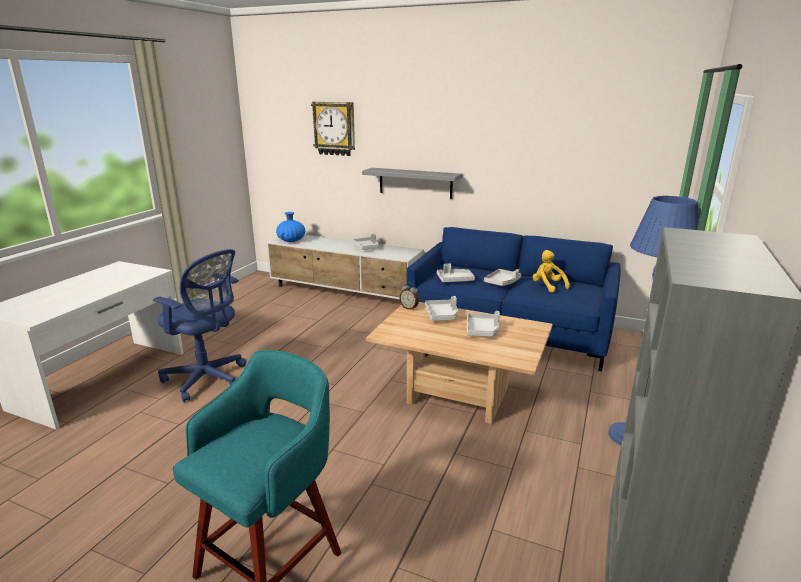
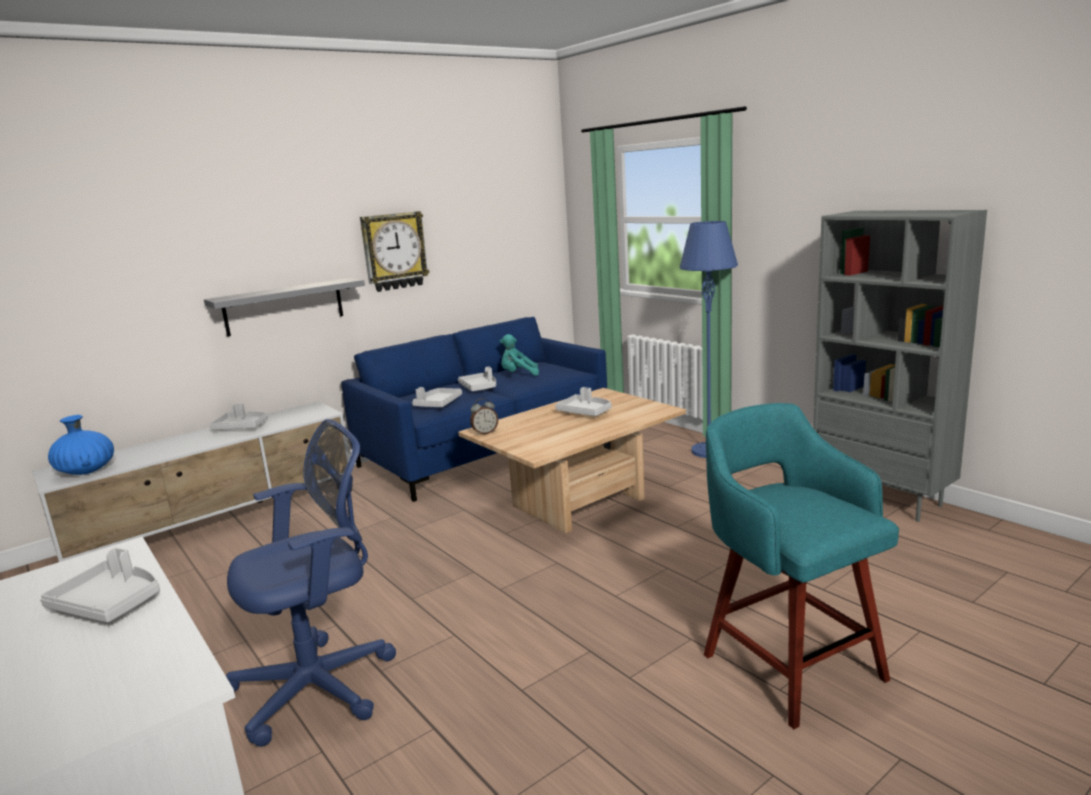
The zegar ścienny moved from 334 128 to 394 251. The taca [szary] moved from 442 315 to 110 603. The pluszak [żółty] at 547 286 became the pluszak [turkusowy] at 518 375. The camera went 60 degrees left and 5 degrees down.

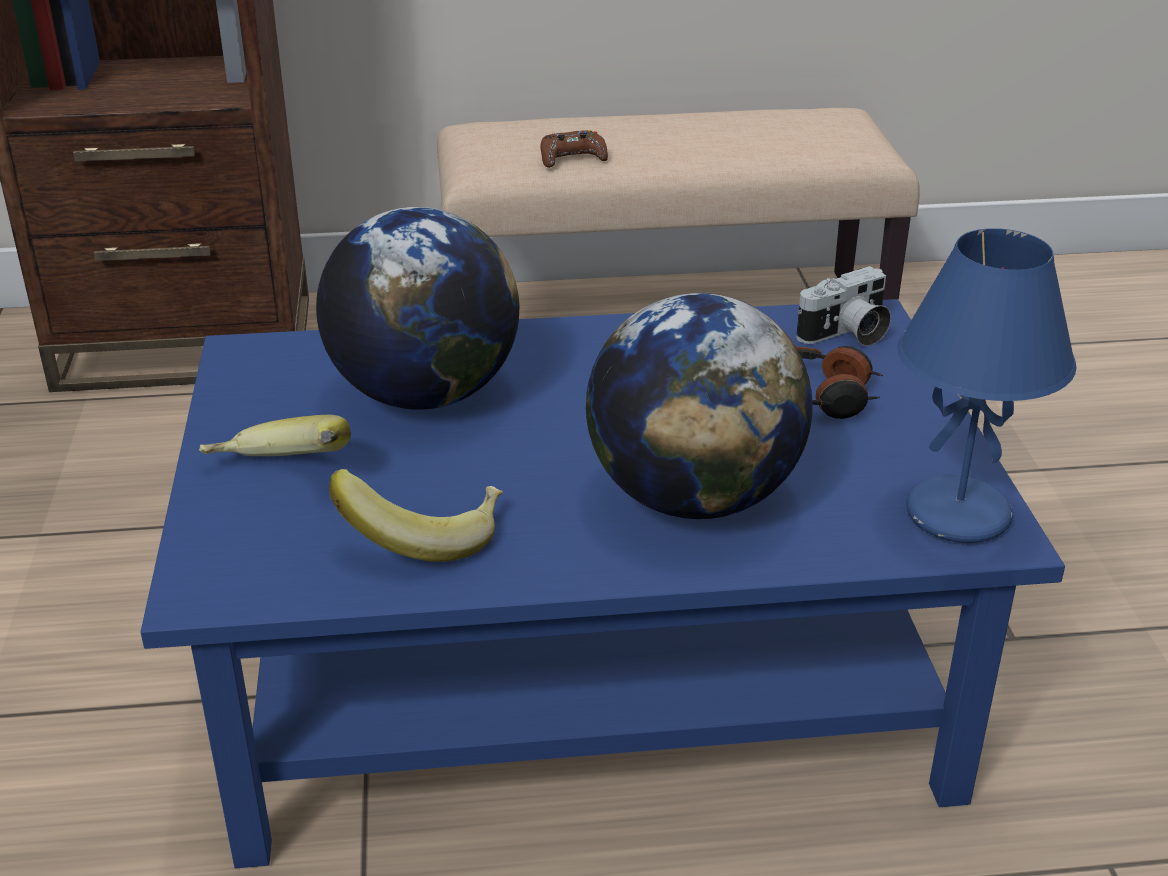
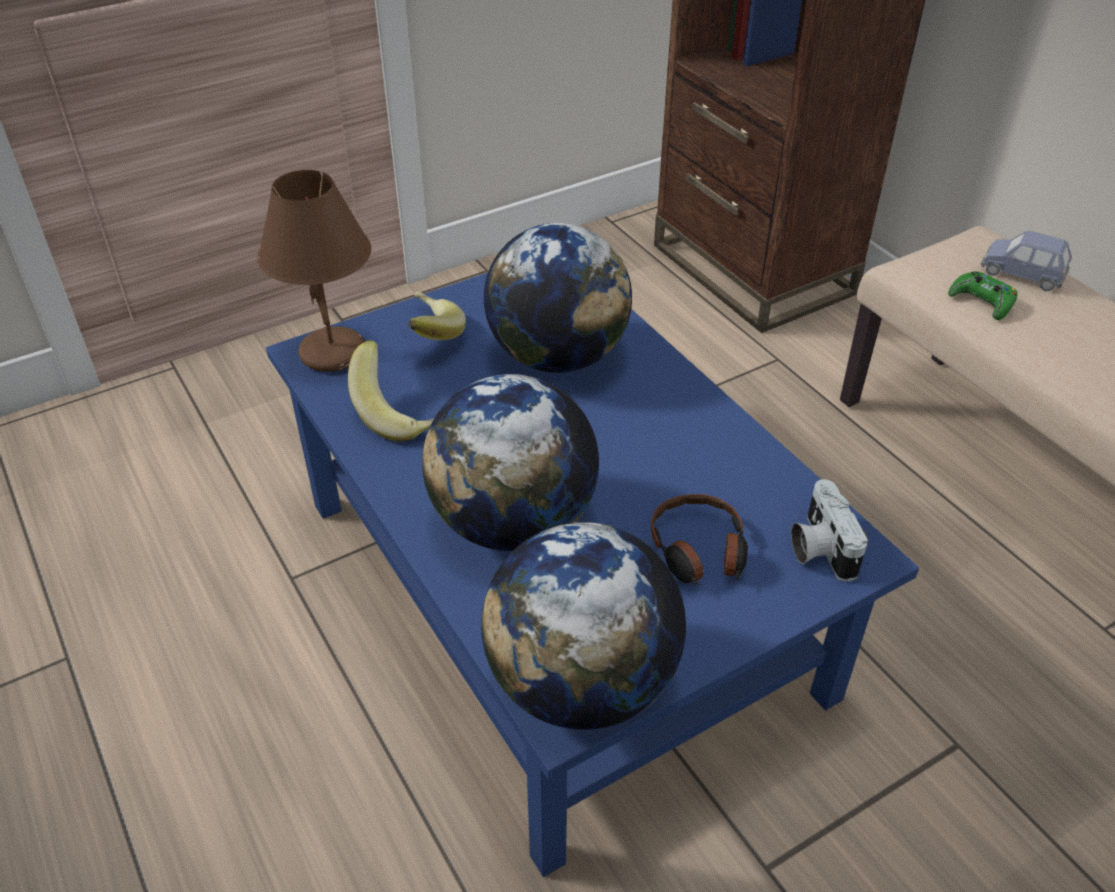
The pad do gier [brązowy] at 572 158 became the pad do gier [zielony] at 982 301. The aparat fotograficzny at 846 335 turned 45 degrees clockwise. The lampa stołowa [niebieski] at 959 514 was replaced by the globus at 582 683. The lampa stołowa [brązowy] at 334 353 appeared. The samochodzik [niebieski] at 1021 274 appeared. The camera went 65 degrees right and 10 degrees up.

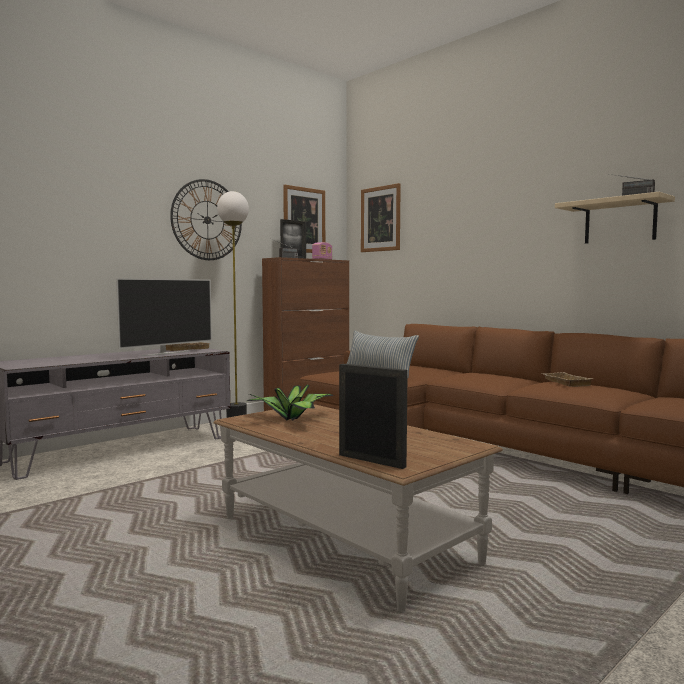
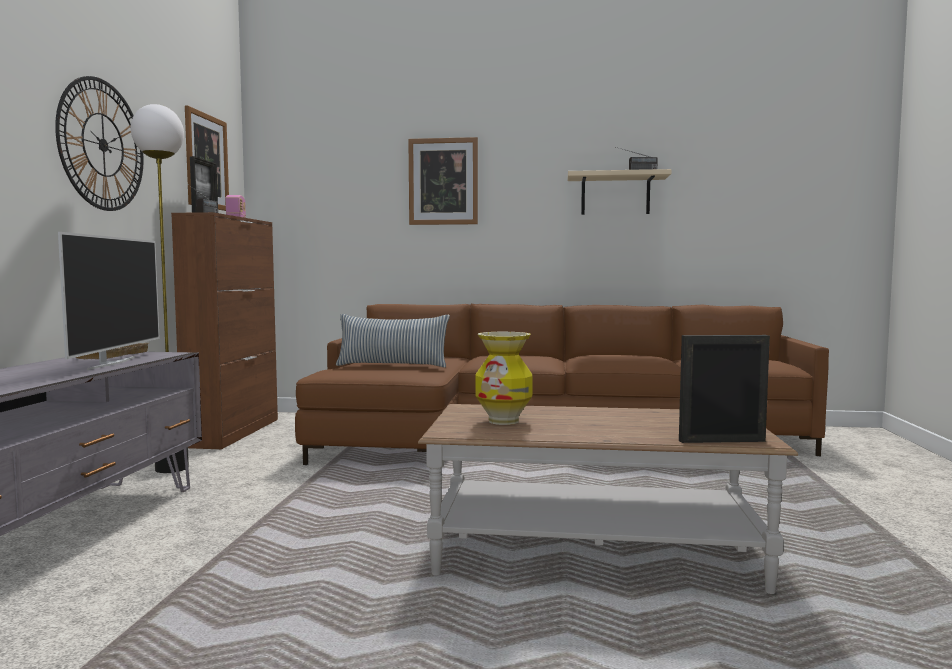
The roślina doniczkowa at 292 419 was replaced by the wazon at 504 421. The obraz moved from 380 219 to 443 181. The taca [beżowy] at 564 382 disappeared. The camera went 40 degrees left and 0 degrees up.

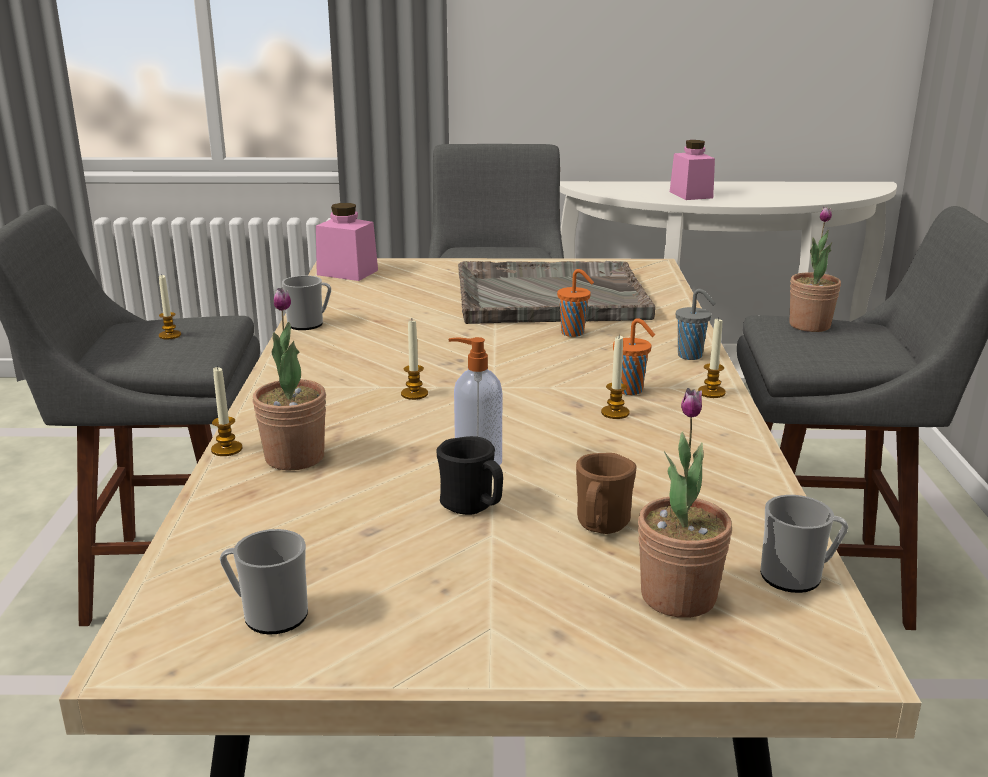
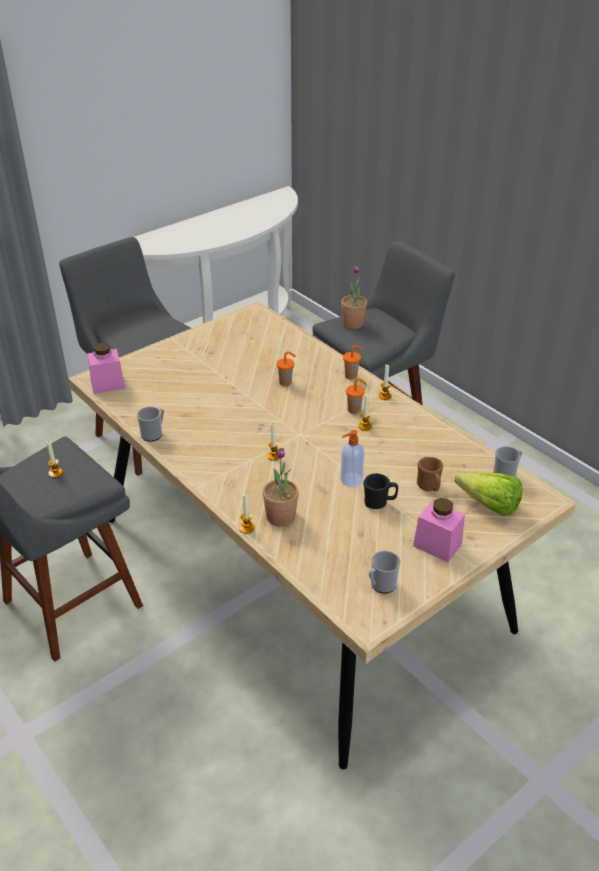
The taca [szary] at 548 296 disappeared. The roślina doniczkowa at 678 596 was replaced by the sałata at 484 503. The słoik [różowy] moved from 691 195 to 437 545. The filiżanka [szary] at 691 356 became the filiżanka [pomarańczowy] at 352 376. The camera went 40 degrees left and 15 degrees up.

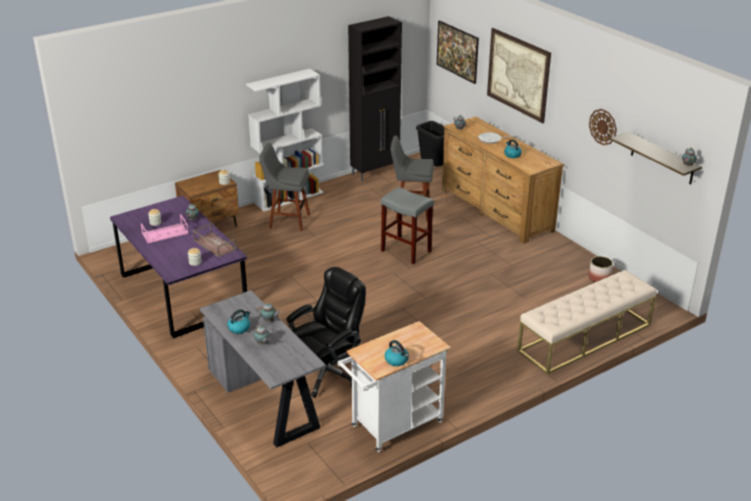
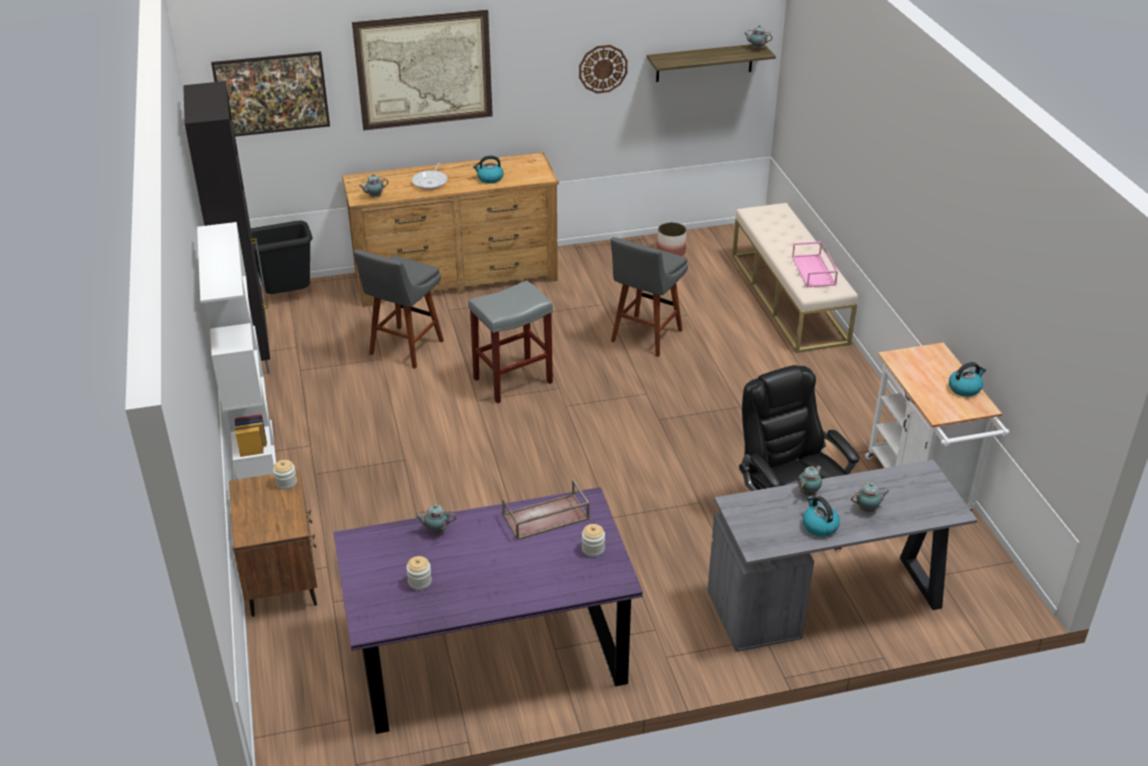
The taca [różowy] moved from 165 233 to 814 271. The stołek [szary] moved from 287 221 to 644 337. The camera went 70 degrees left and 5 degrees up.

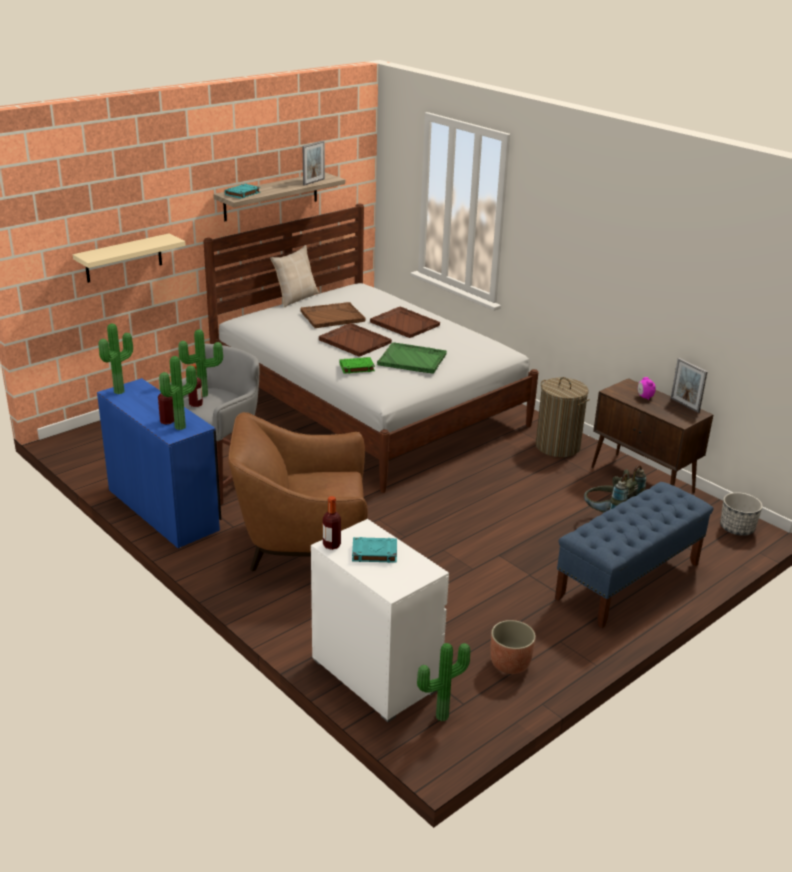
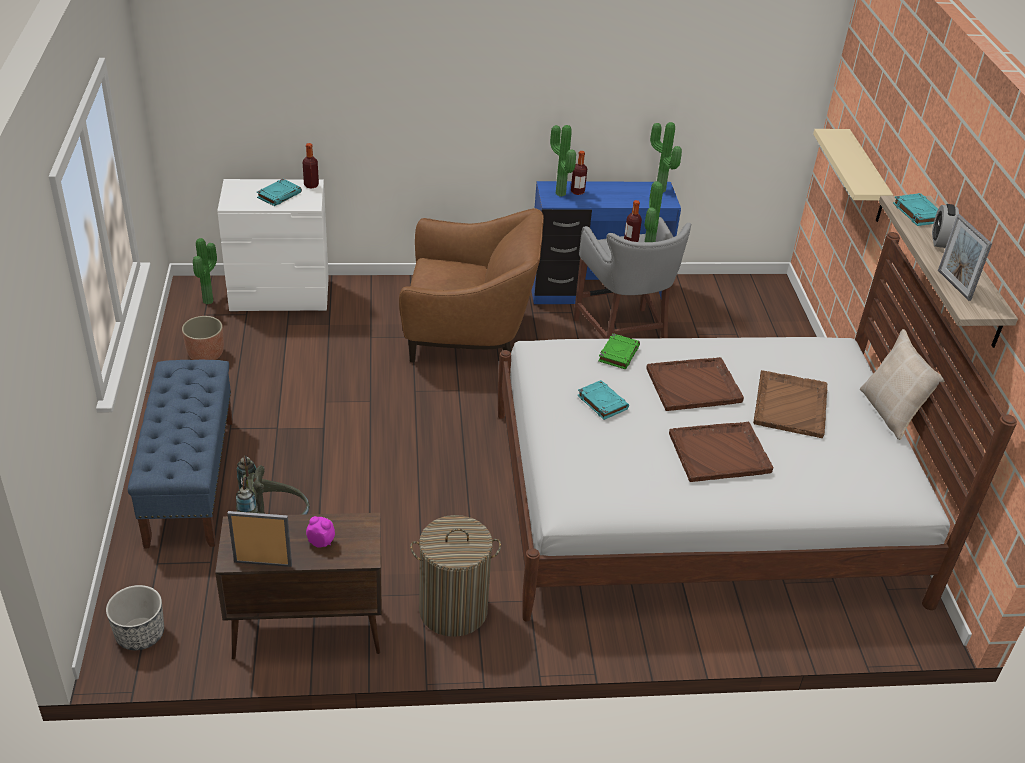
The fotel [brązowy] at 303 543 turned 60 degrees clockwise. The taca [zielony] at 412 360 was replaced by the książka [turkusowy] at 602 402. The budzik at 940 240 appeared. The camera went 125 degrees right and 10 degrees up.

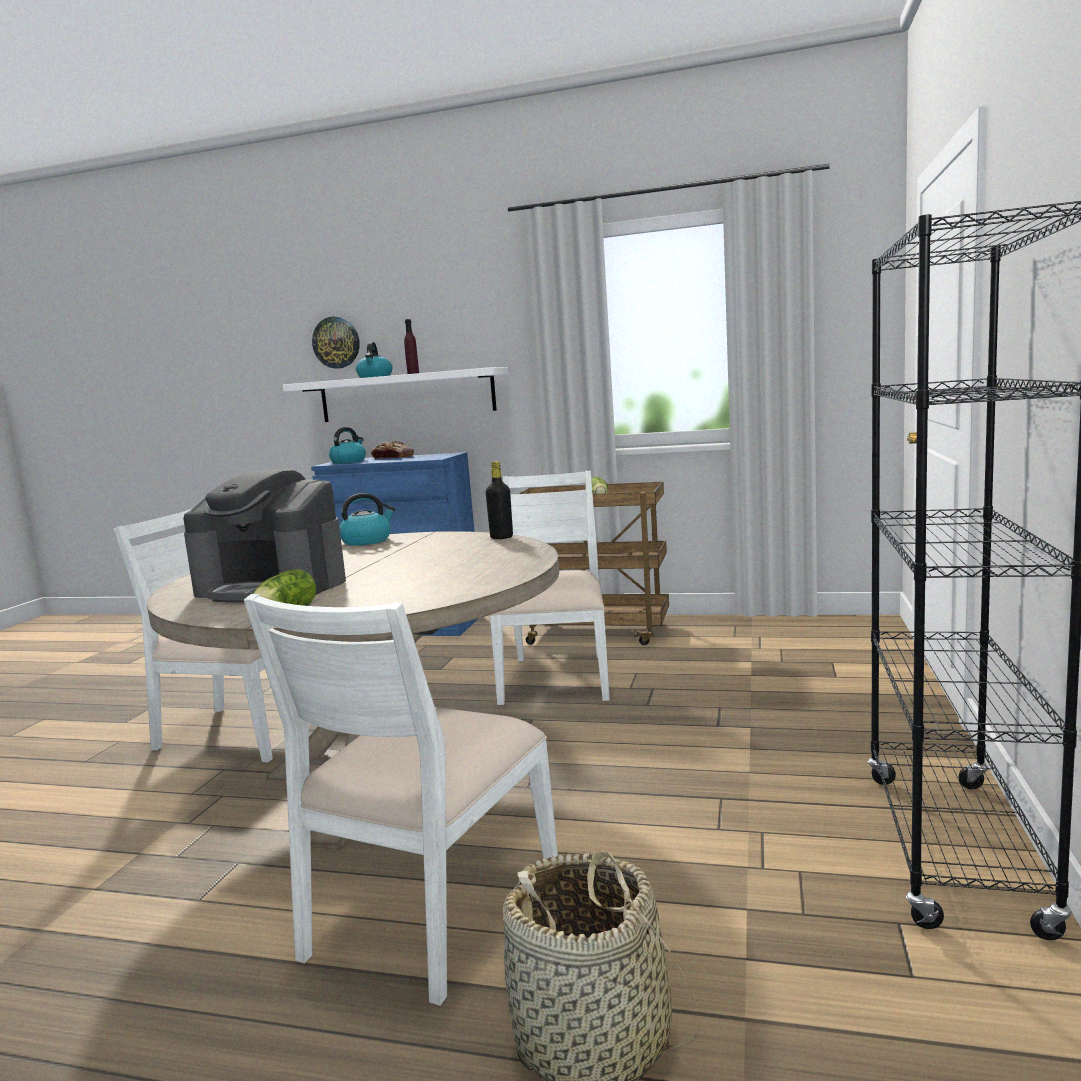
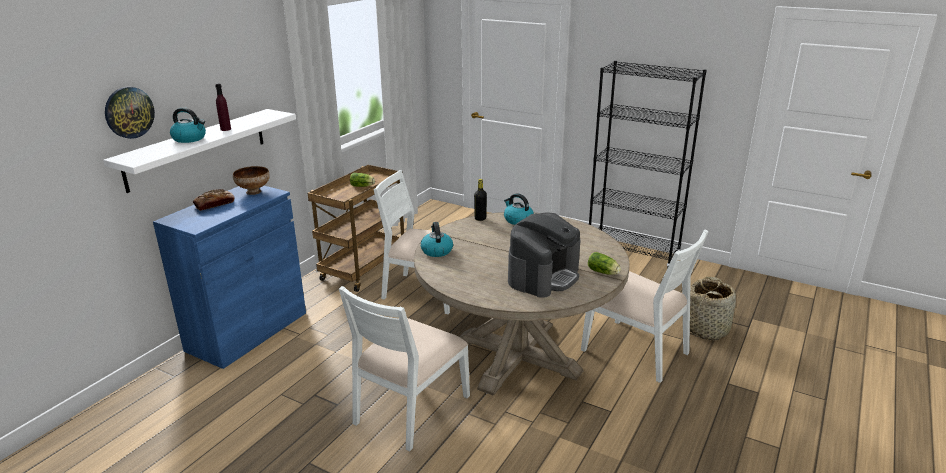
The czajnik moved from 349 462 to 517 220. The miska at 254 191 appeared. The camera went 75 degrees left and 15 degrees up.

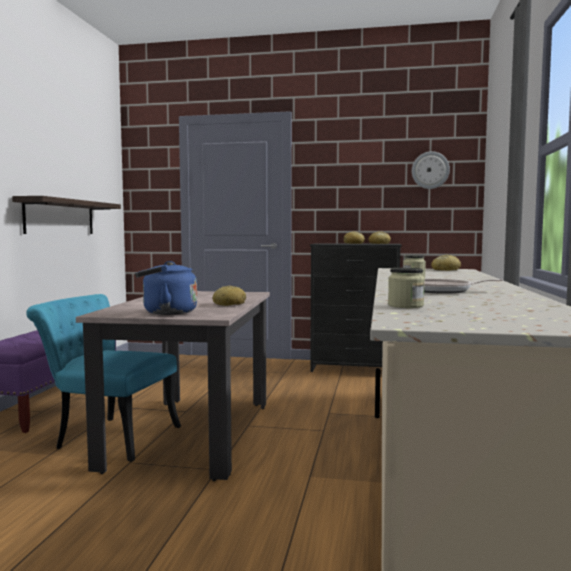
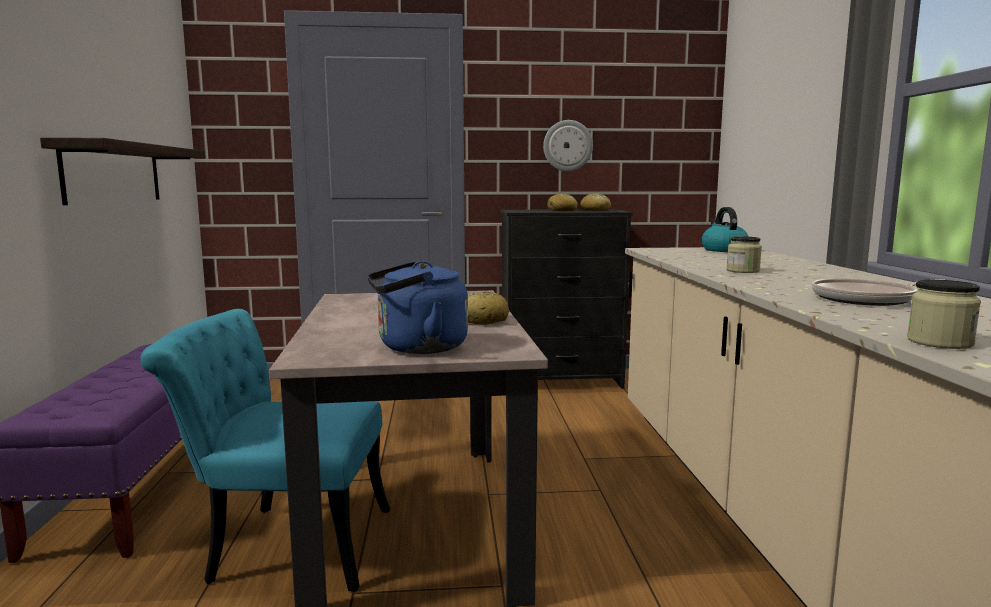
The zegar ścienny moved from 430 170 to 567 145. The chleb at 445 270 was replaced by the czajnik at 723 250. The camera went 15 degrees left and 5 degrees up.

